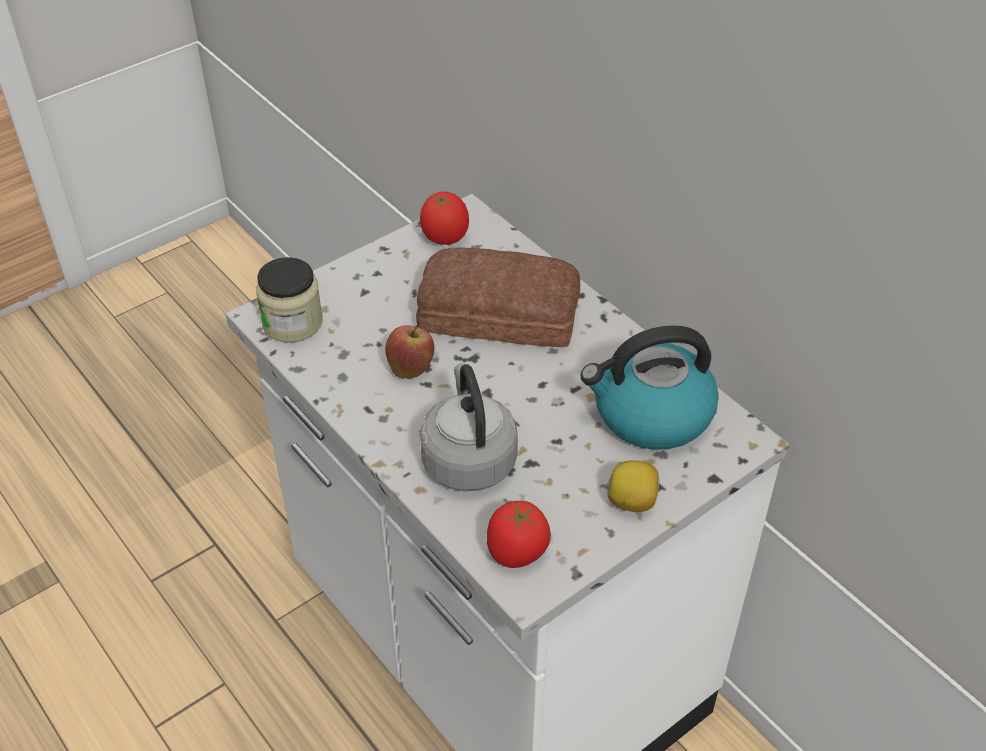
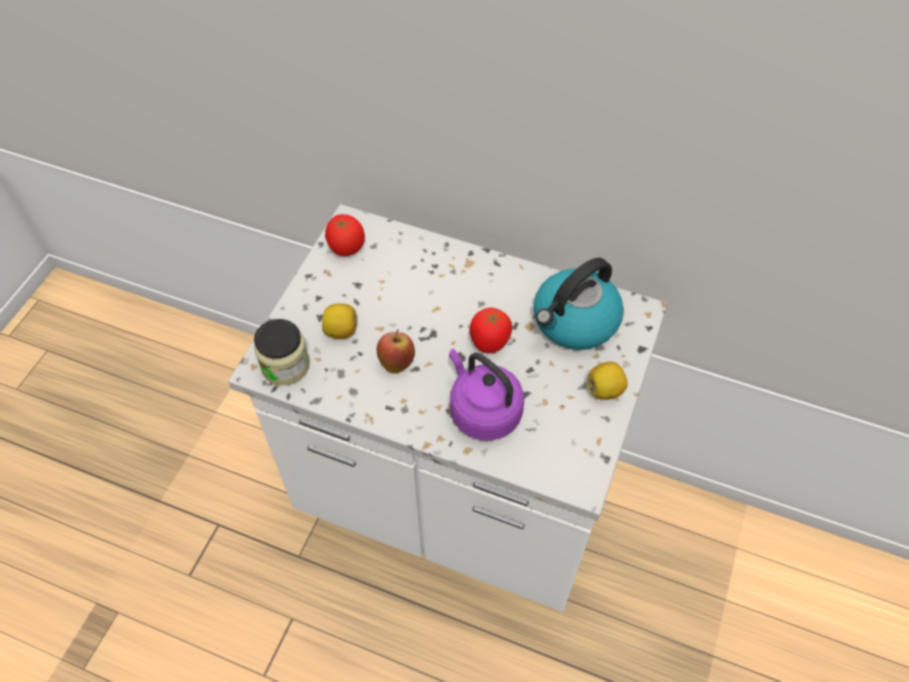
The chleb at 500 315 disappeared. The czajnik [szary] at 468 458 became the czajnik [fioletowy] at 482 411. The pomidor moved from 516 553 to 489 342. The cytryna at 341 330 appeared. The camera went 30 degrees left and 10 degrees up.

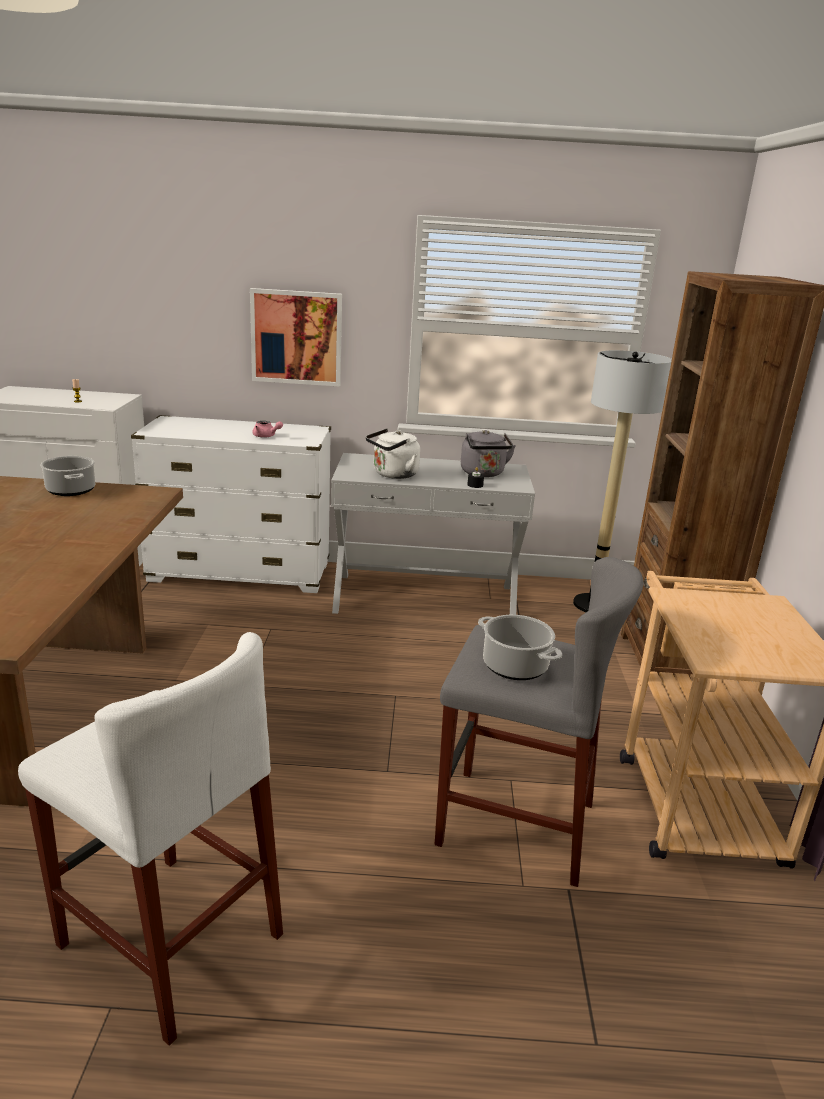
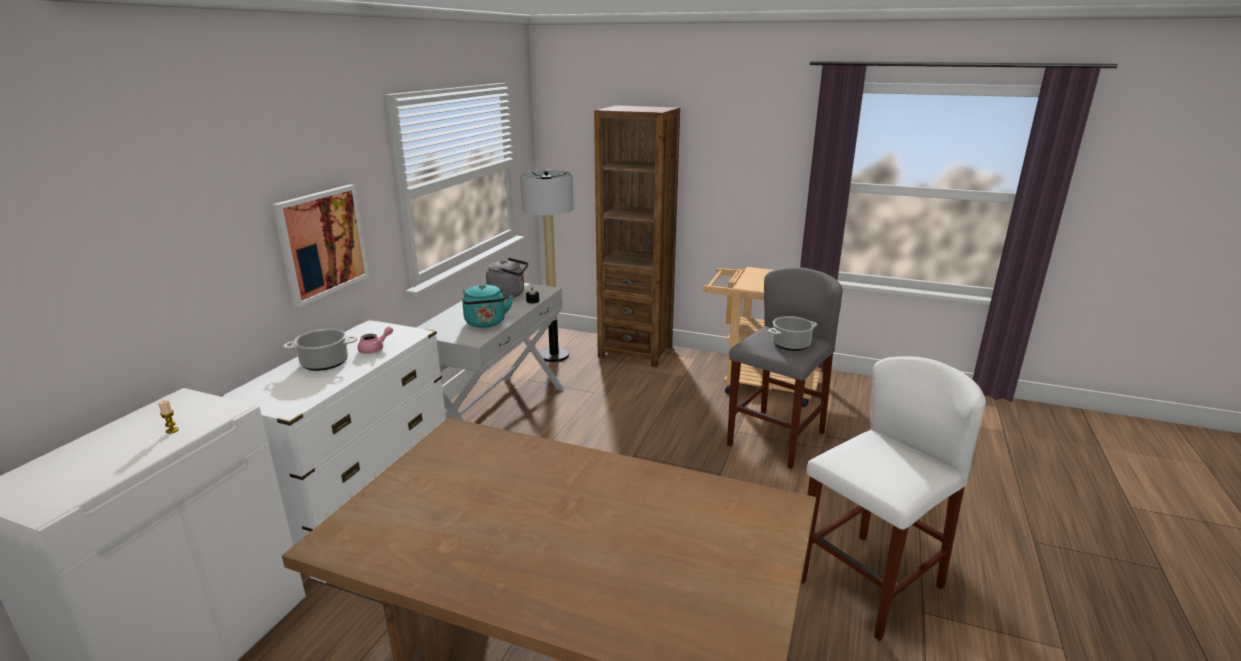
The garnek moved from 70 490 to 324 363. The czajnik [biały] at 393 475 became the czajnik [turkusowy] at 486 323. The camera went 70 degrees left and 0 degrees up.

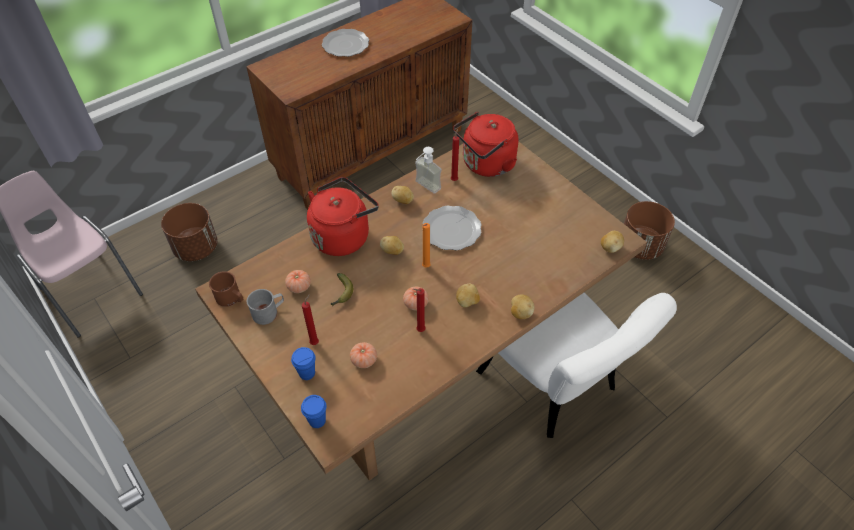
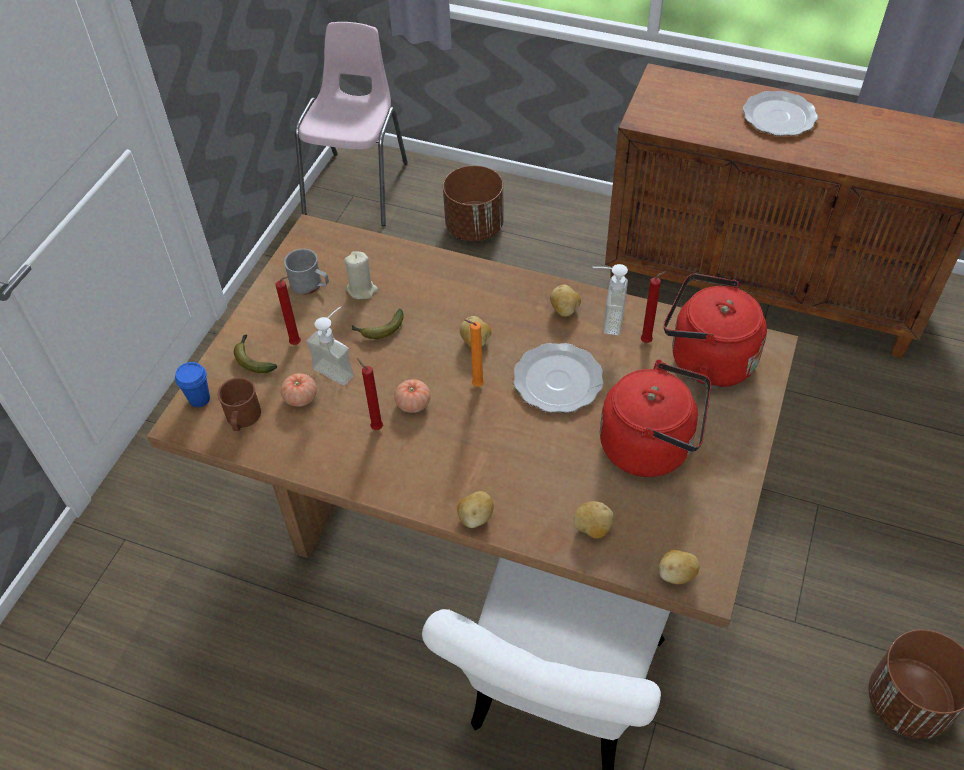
The kubek [brązowy] moved from 231 298 to 242 419. The pomidor at 299 287 was replaced by the świeca [beżowy] at 362 290. The filiżanka [niebieski] at 307 373 was replaced by the banan at 253 358. The czajnik [czerwony] moved from 343 235 to 651 446. The ziemniak moved from 467 302 to 592 528. The dozownik mydła at 339 366 appeared. The camera went 60 degrees right and 0 degrees up.

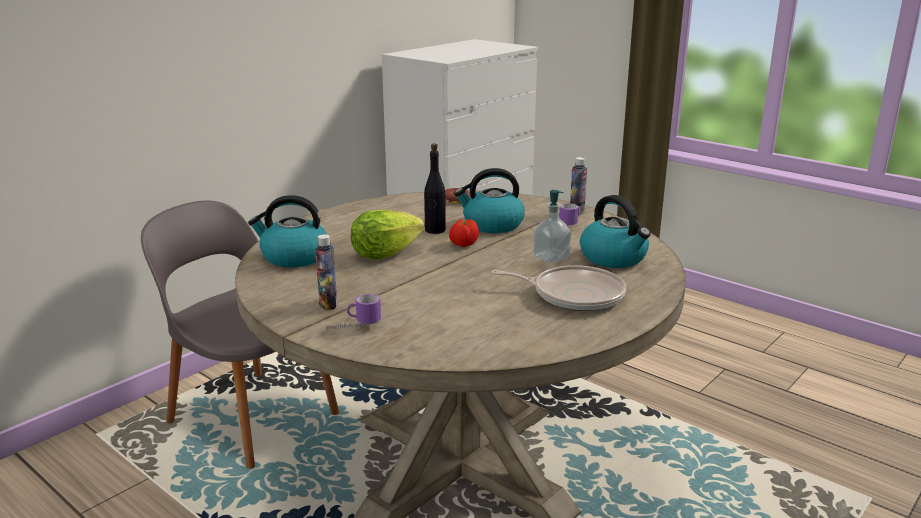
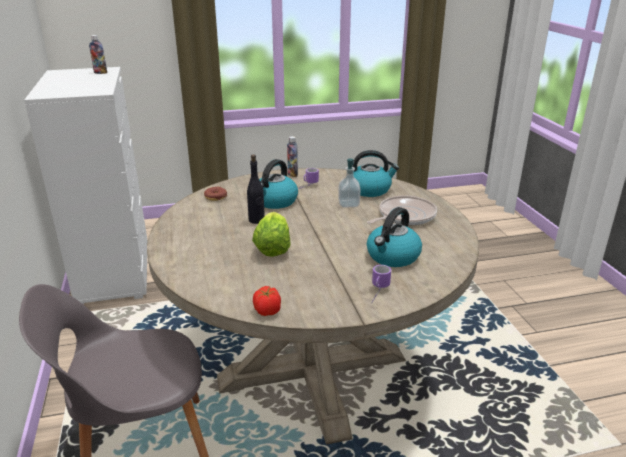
The czajnik moved from 293 257 to 392 256. The butelka moved from 328 304 to 100 73. The pomidor moved from 463 244 to 267 311. The camera went 55 degrees left and 5 degrees up.

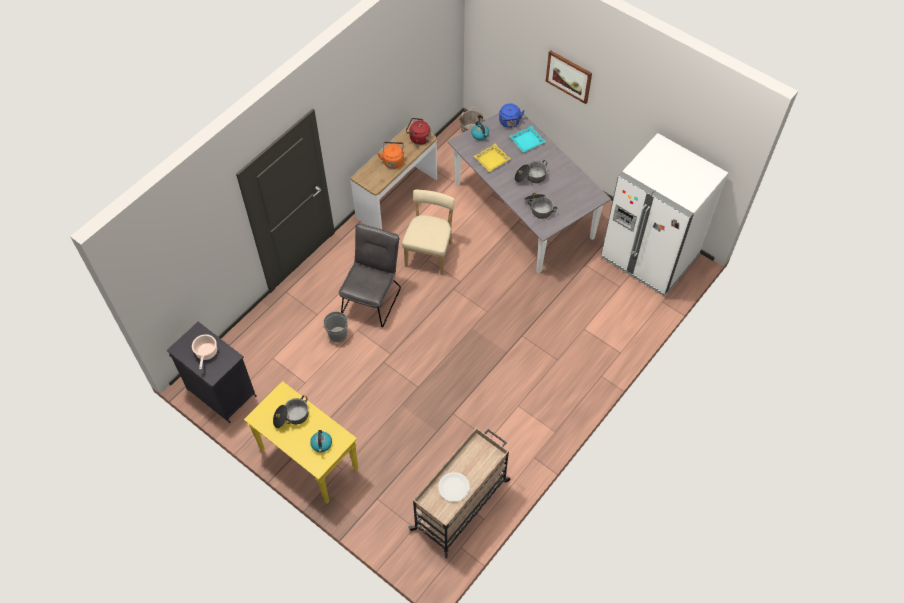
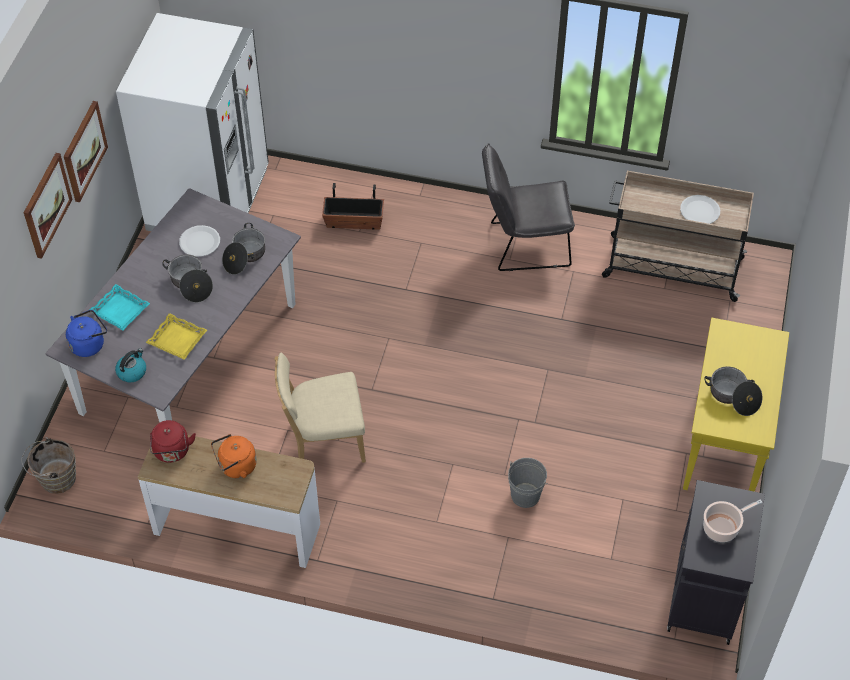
The czajnik at 321 444 disappeared. The krzesło [szary] moved from 373 297 to 523 245. The obraz at 84 151 appeared. The talerz [biały] at 200 242 appeared. The donica at 354 221 appeared. The camera went 115 degrees left and 5 degrees down.

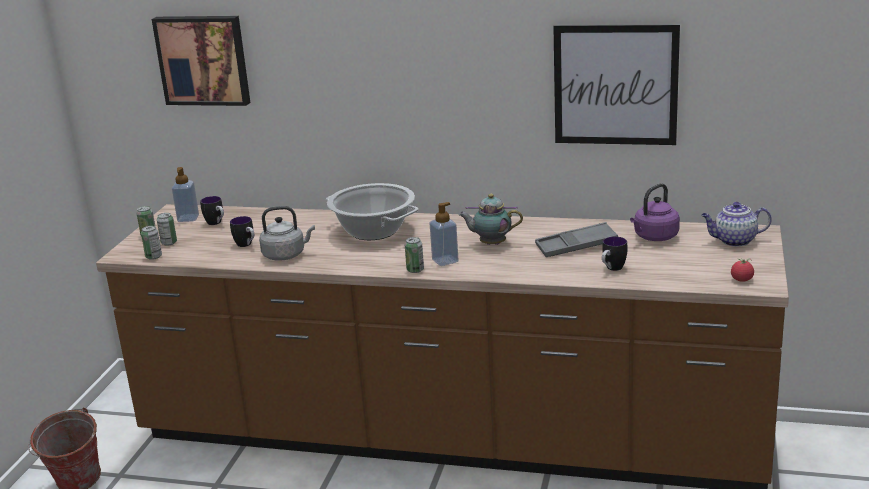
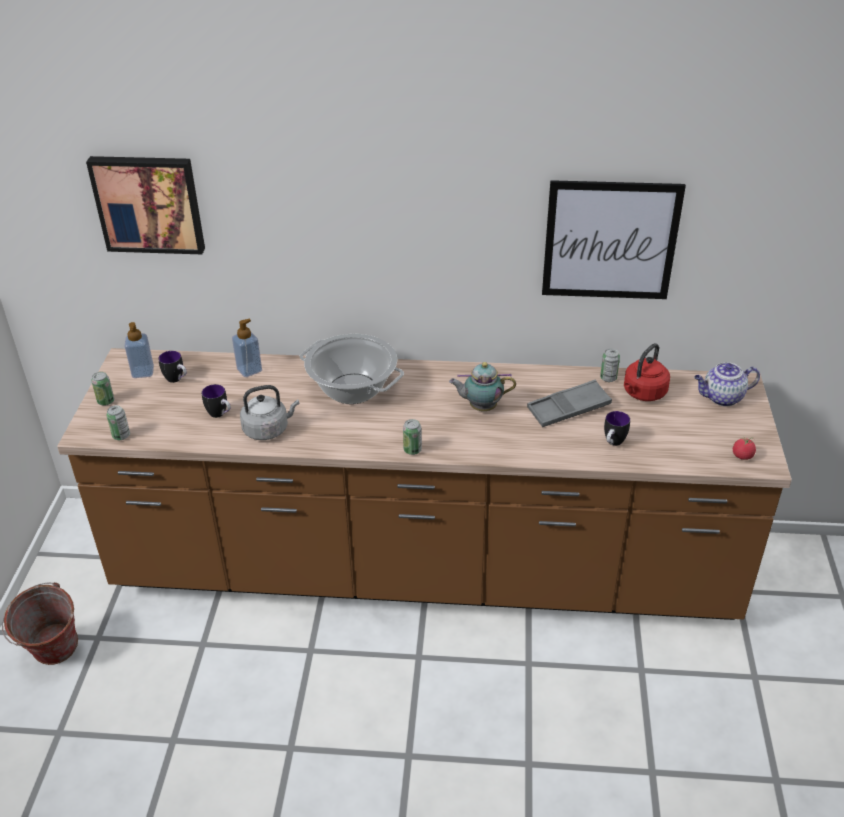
The puszka moved from 169 243 to 608 378. The dozownik mydła moved from 445 261 to 249 370. The czajnik [fioletowy] at 654 237 became the czajnik [czerwony] at 643 394. The camera went 10 degrees left and 15 degrees up.

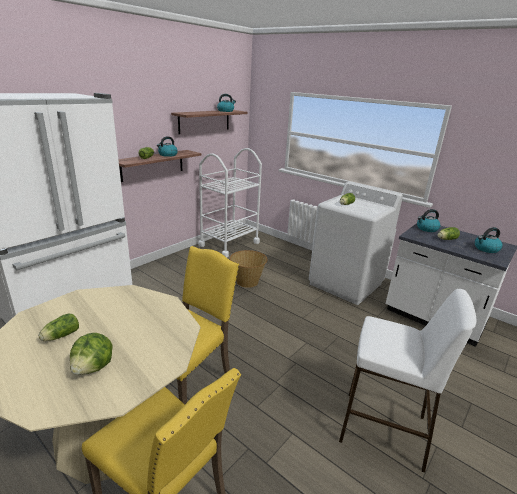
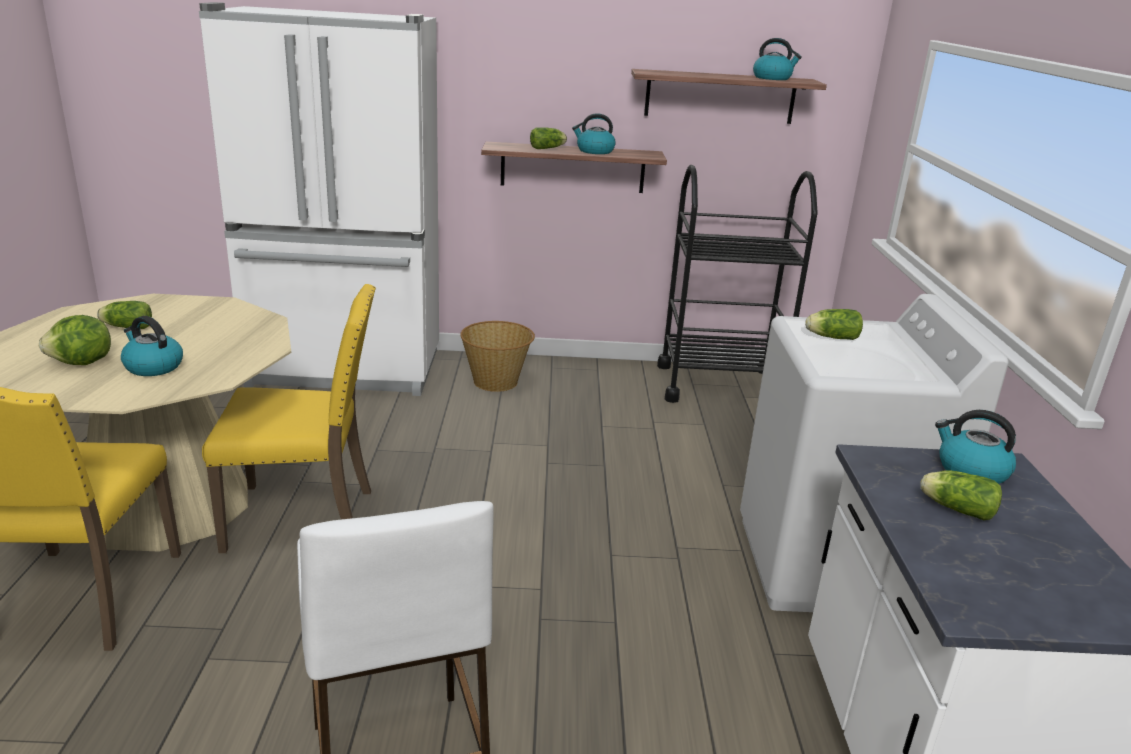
The wózek [biały] at 229 244 became the wózek [czarny] at 719 385. The koszyk moved from 247 281 to 496 382. The czajnik moved from 486 249 to 153 367. The camera went 50 degrees right and 0 degrees up.

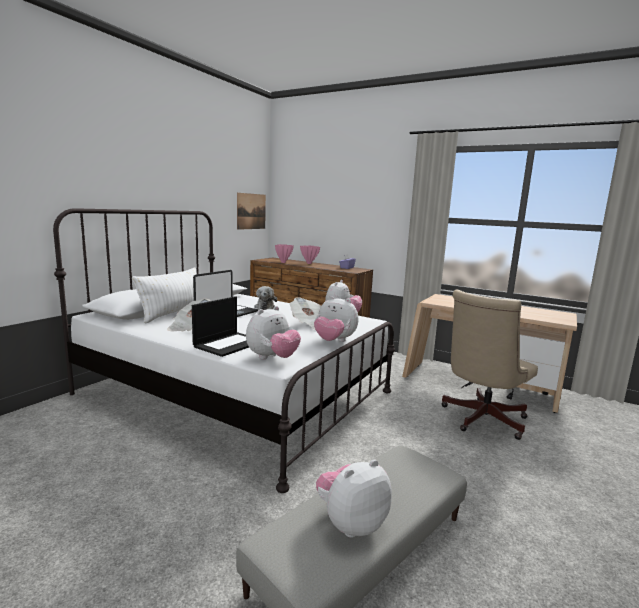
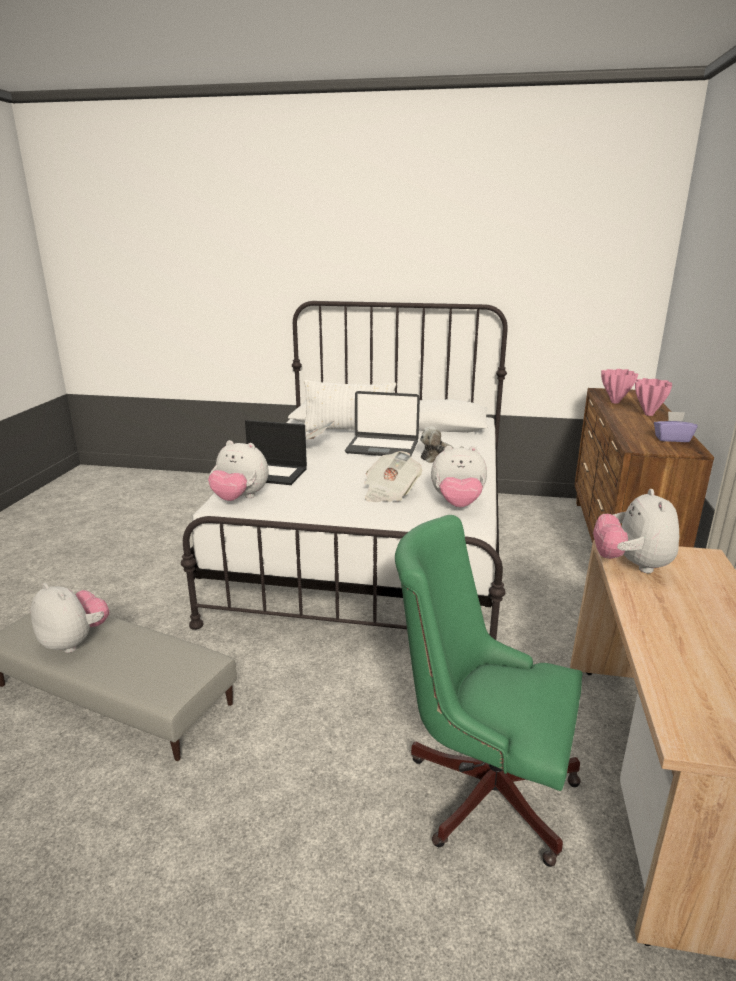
The obraz at 251 211 disappeared. The pluszak moved from 334 341 to 631 565. The krzesło biurowe [beżowy] at 480 420 became the krzesło biurowe [zielony] at 481 786. The camera went 70 degrees right and 10 degrees up.

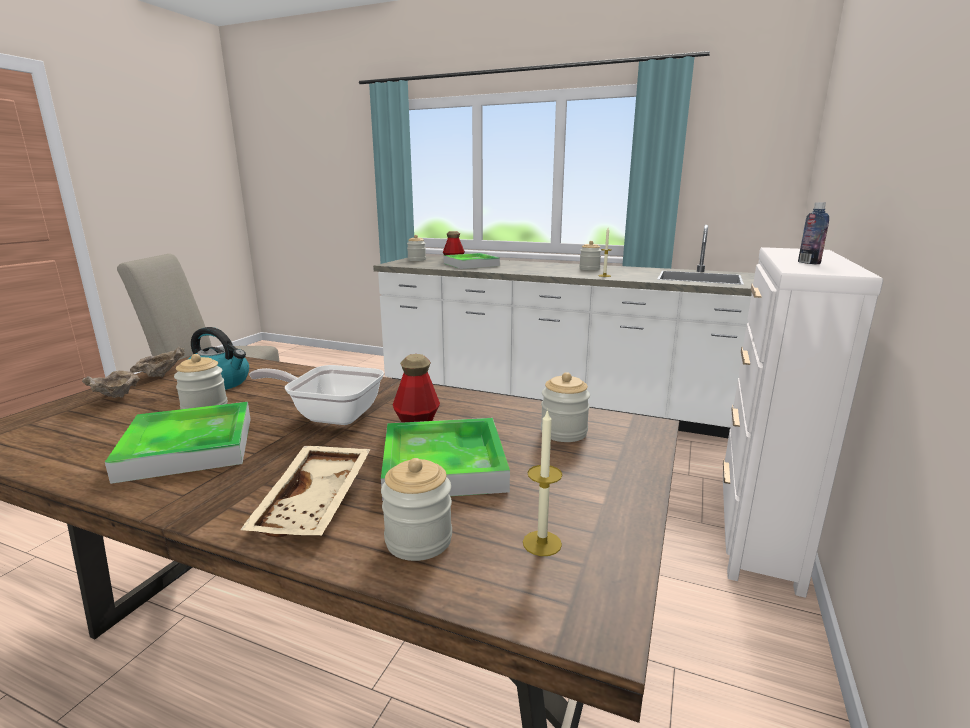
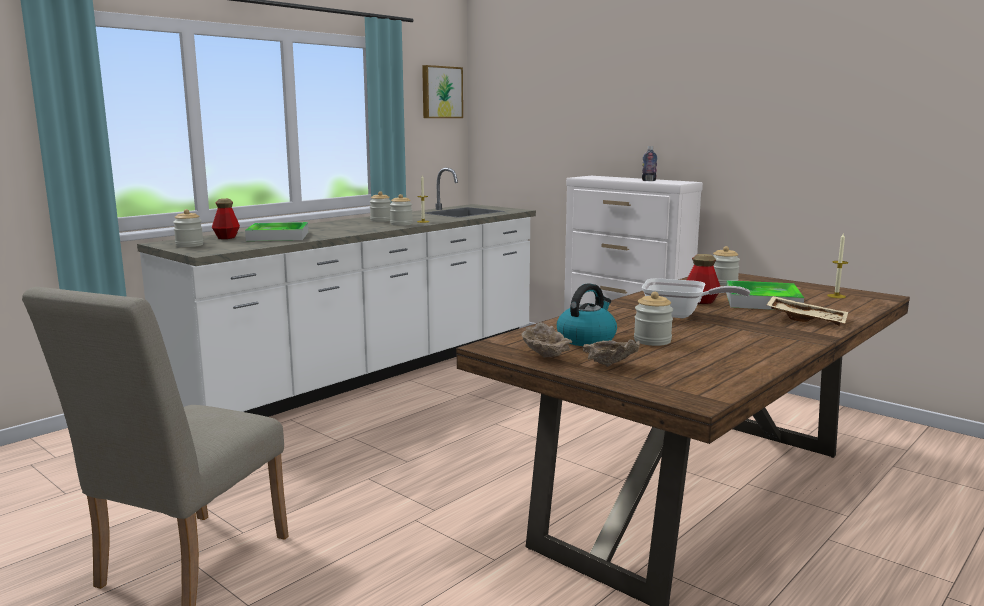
The taca at 188 447 disappeared. The patelnia at 330 415 turned 105 degrees counterclockwise. The słoik moved from 418 540 to 401 224. The obraz at 441 92 appeared. The camera went 70 degrees left and 5 degrees down.

